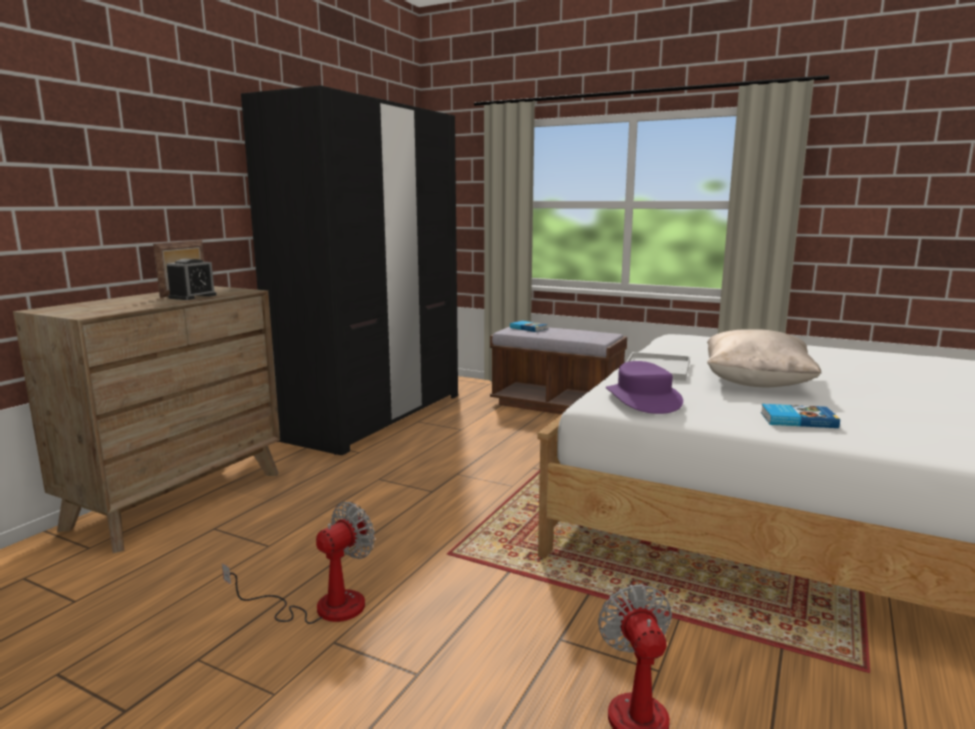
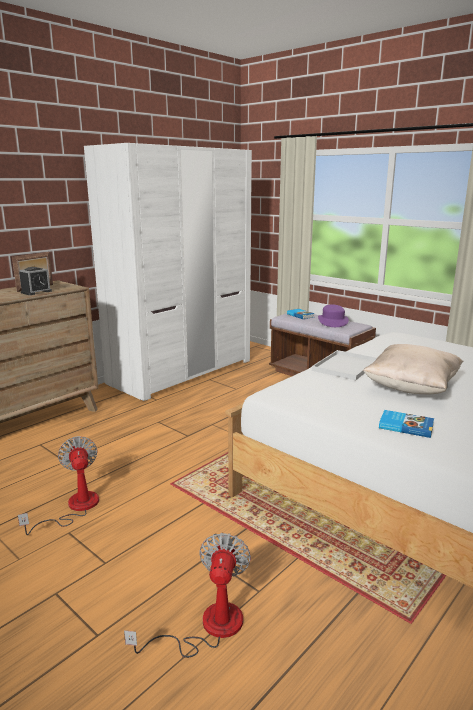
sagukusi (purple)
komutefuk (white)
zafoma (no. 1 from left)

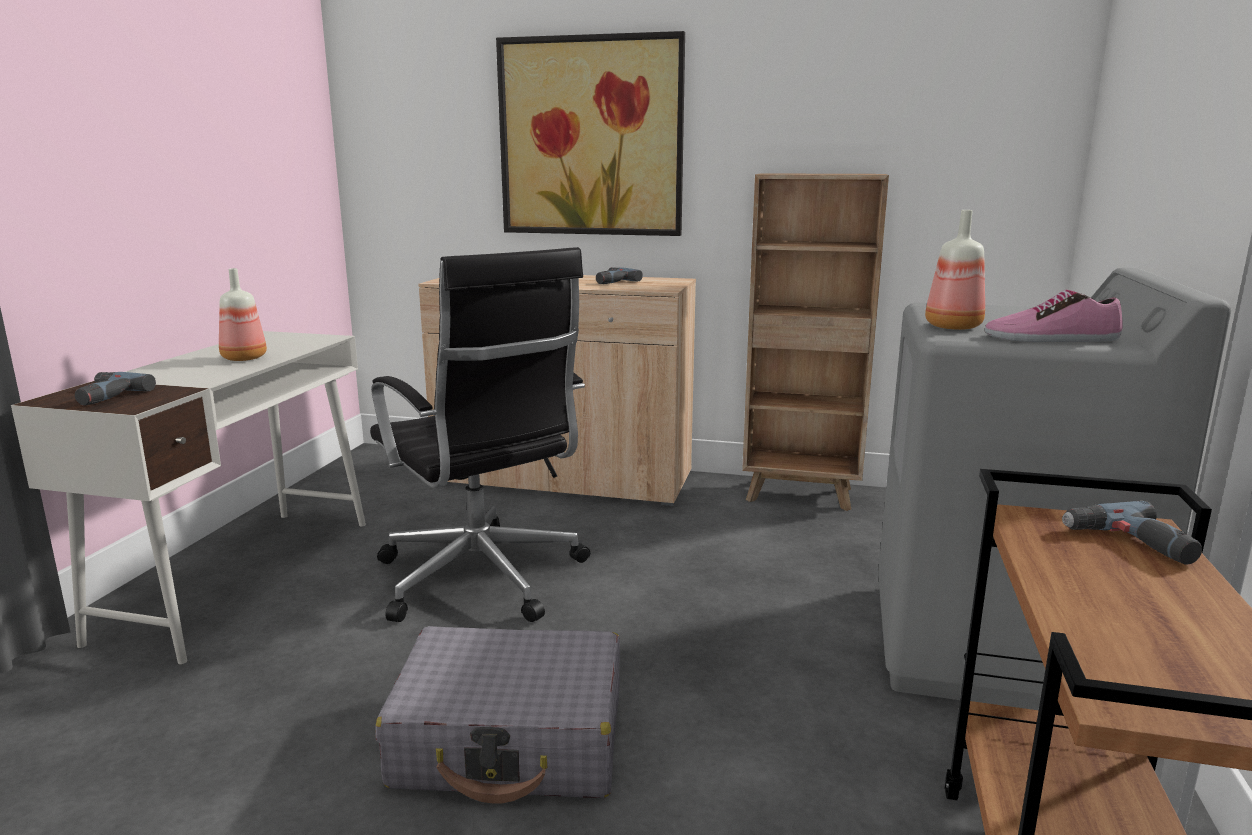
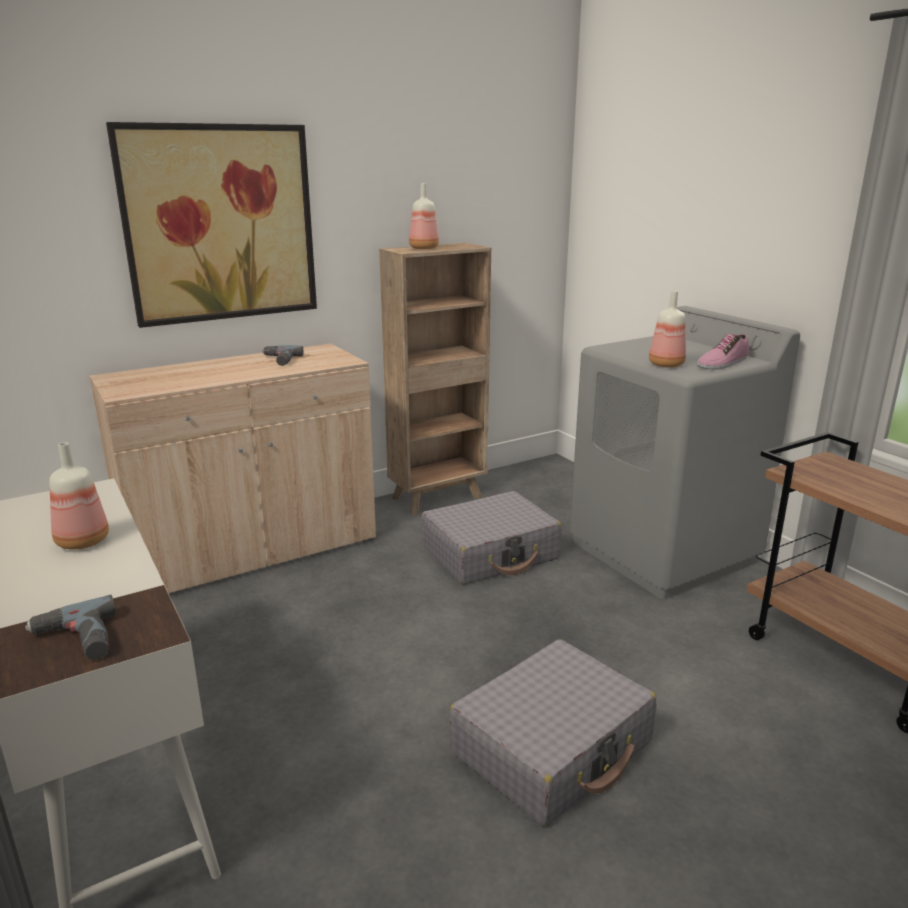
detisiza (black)
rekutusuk (no. 3 from left in the first image)
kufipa (no. 2 from left)
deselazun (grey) (no. 1 from left)

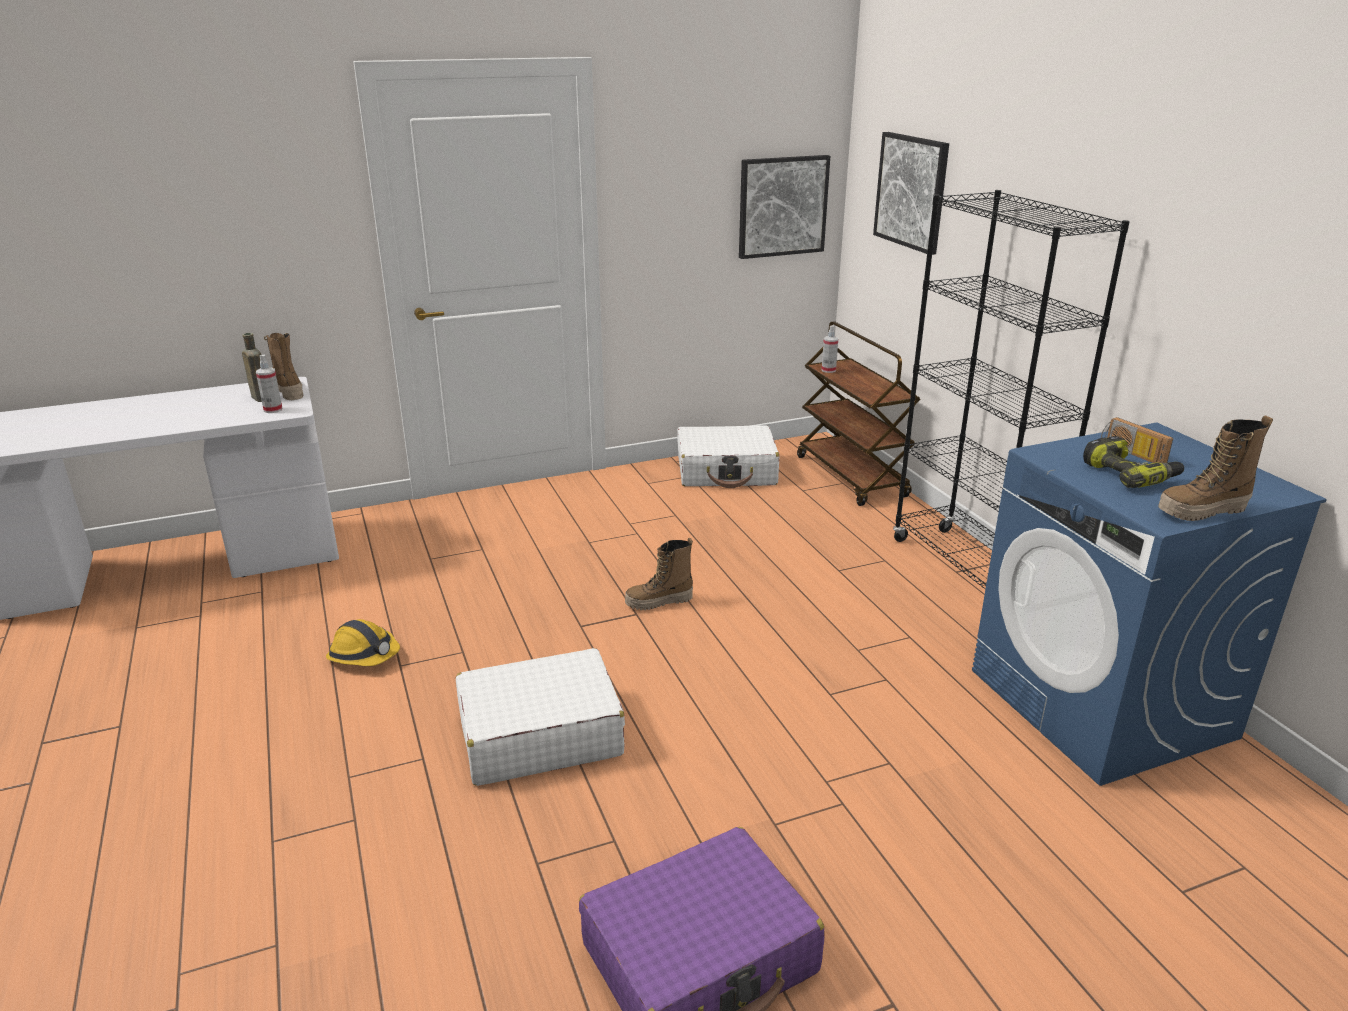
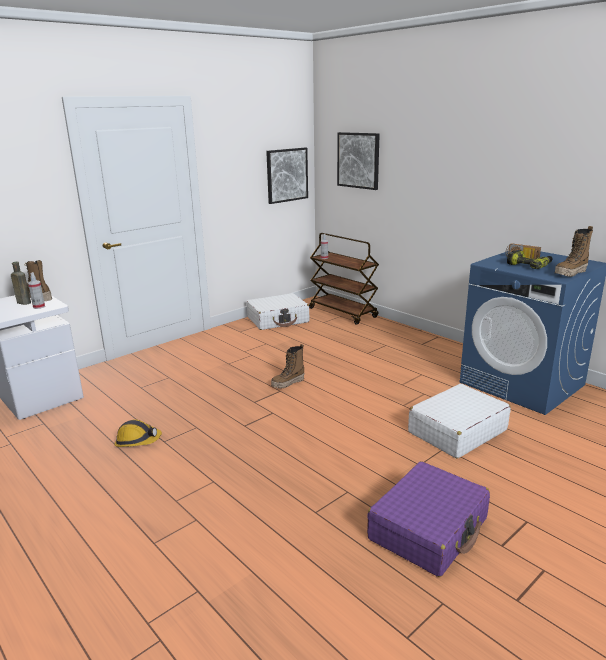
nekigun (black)
deselazun (white) (no. 2 from left)

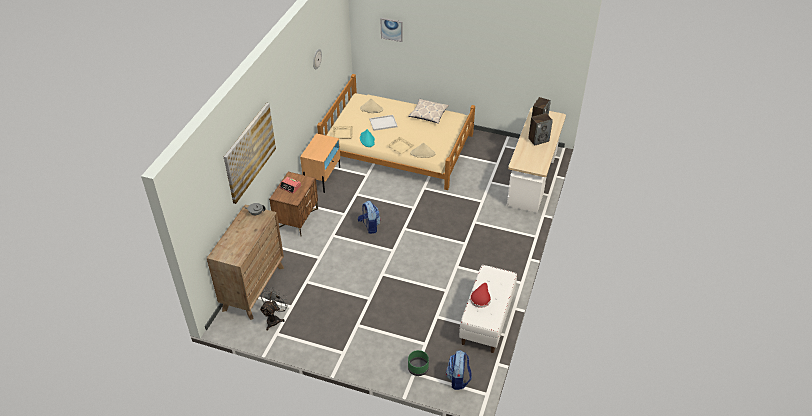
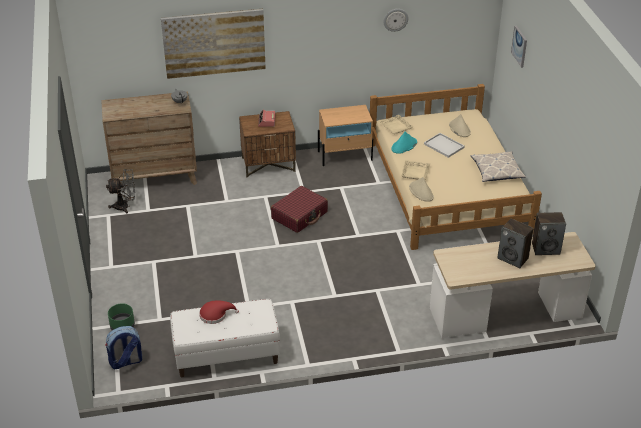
deselazun (red)

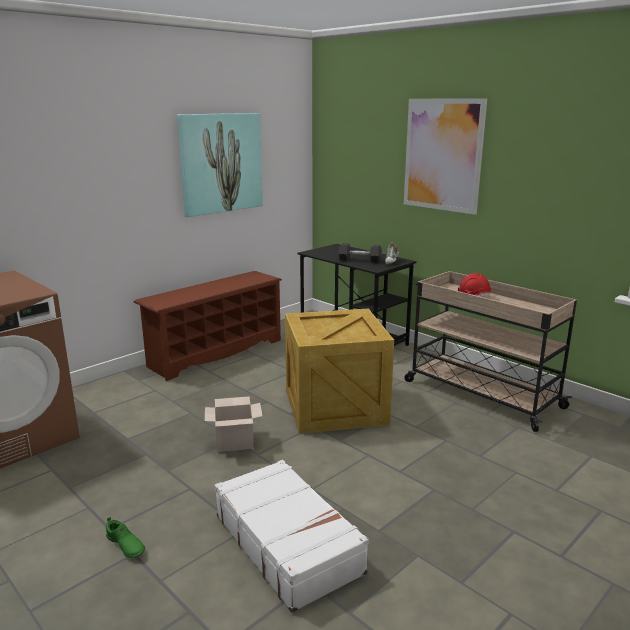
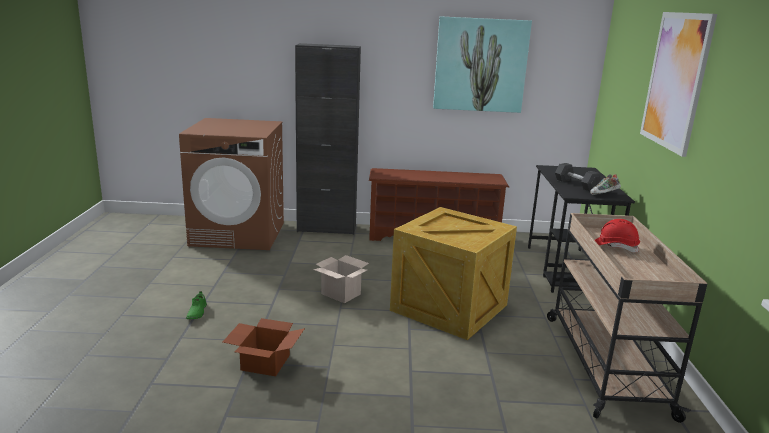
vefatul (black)
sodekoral (no. 1 from left)

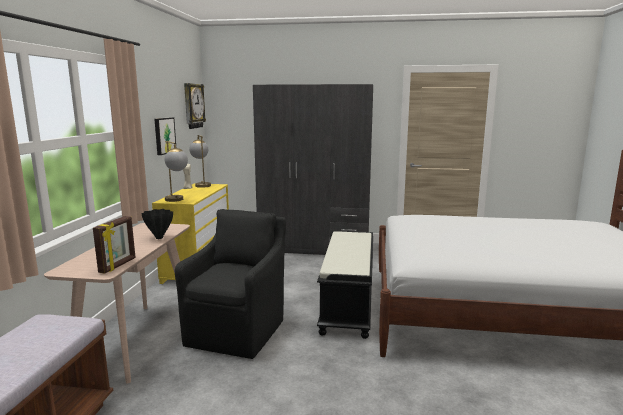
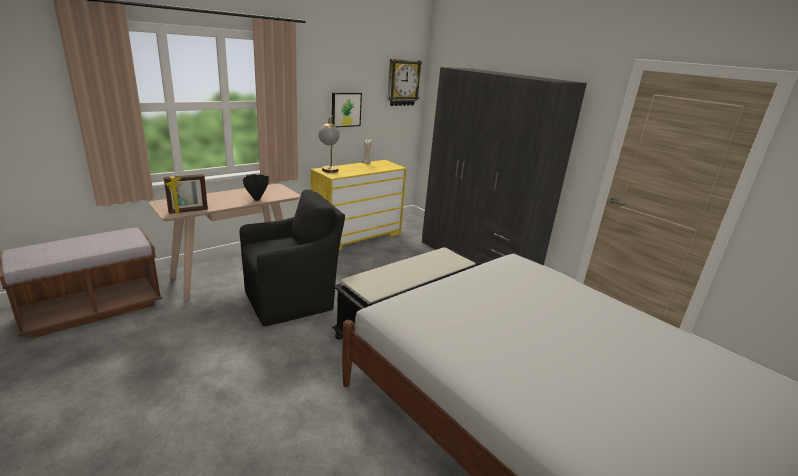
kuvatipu (no. 2 from left in the first image)

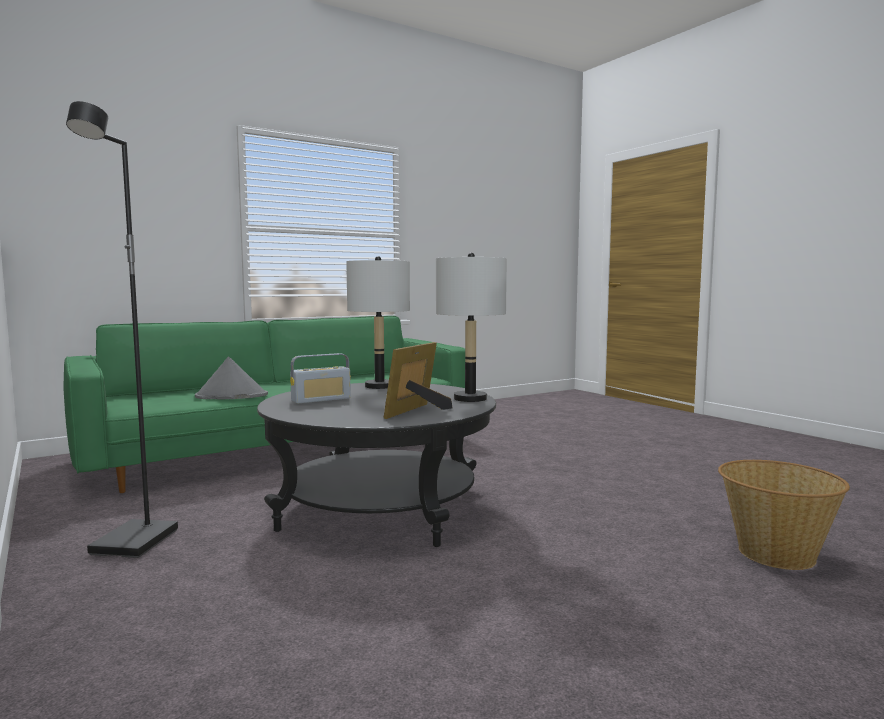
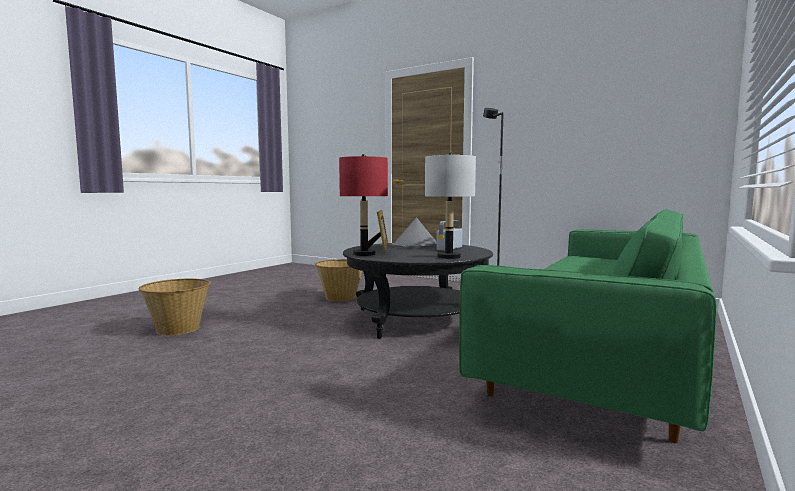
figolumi (no. 2 from left)
sagukusi (grey)
kuvatipu (red)

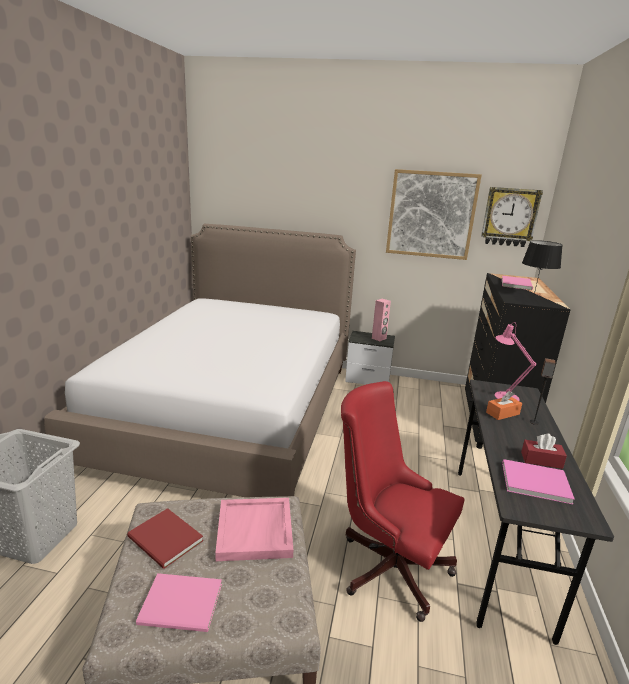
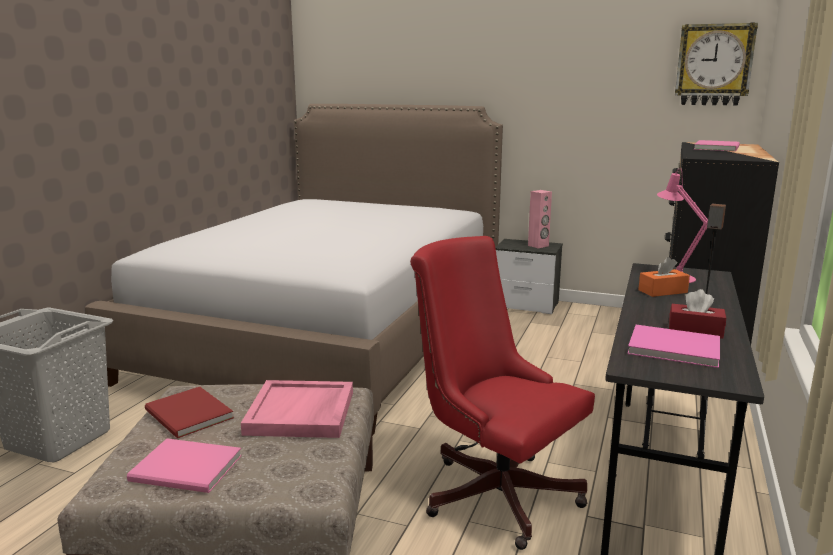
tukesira
kuvatipu (black)

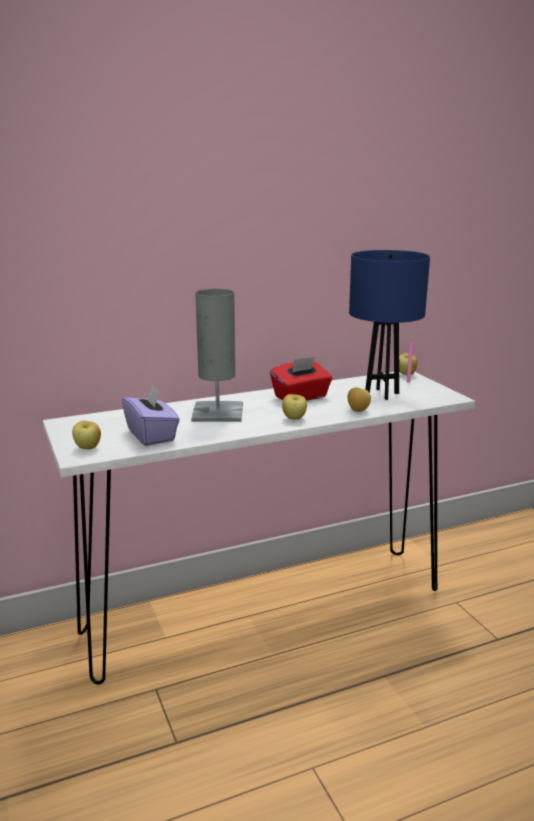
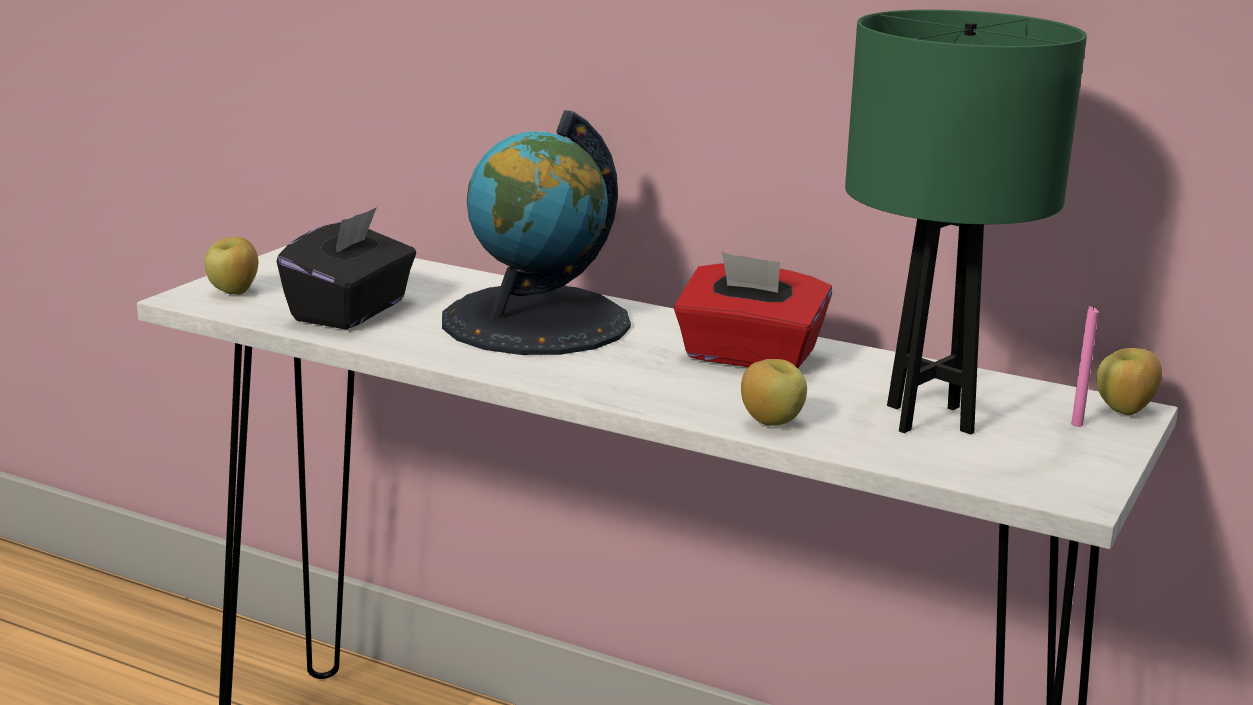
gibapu (no. 2 from left in the first image)
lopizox
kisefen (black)
kuvatipu (green)

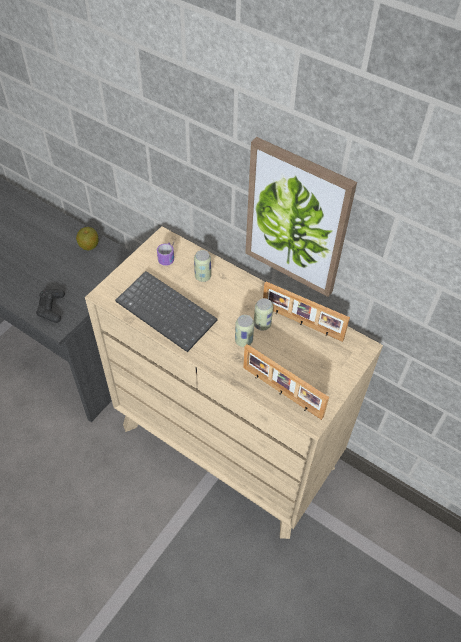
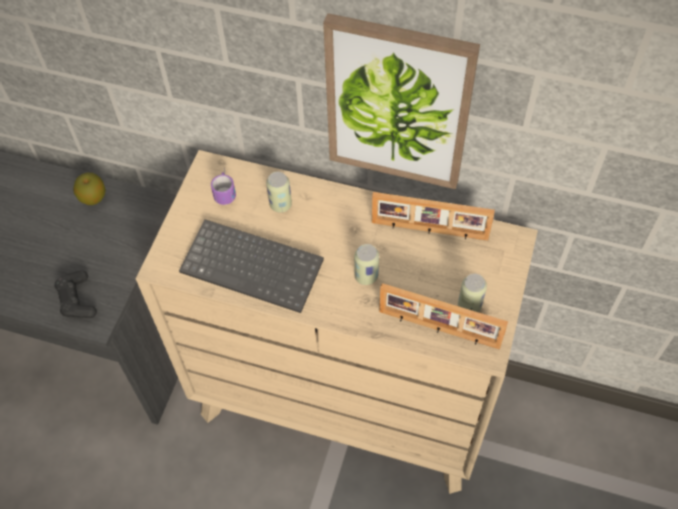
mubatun (no. 3 from left)

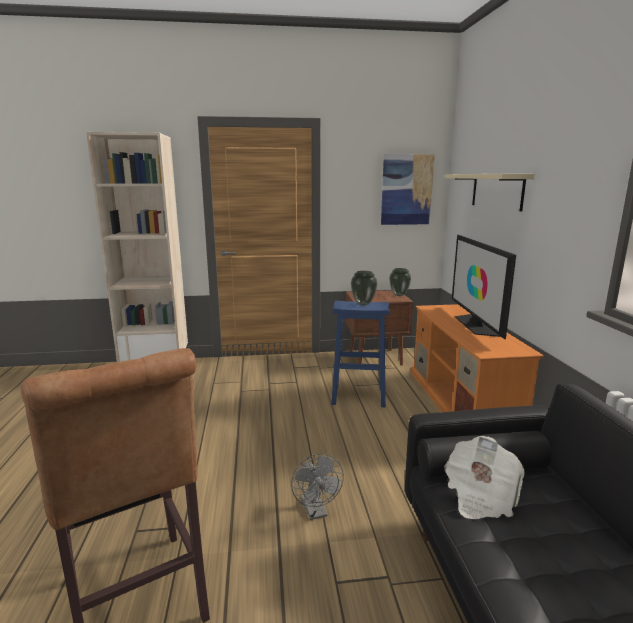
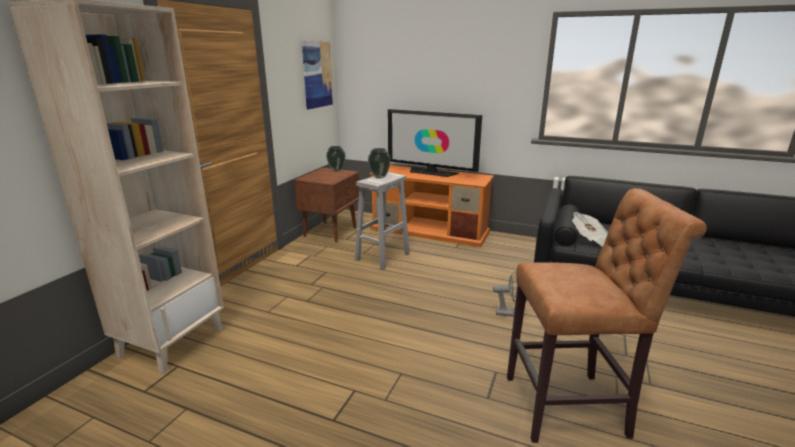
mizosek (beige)
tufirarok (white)

